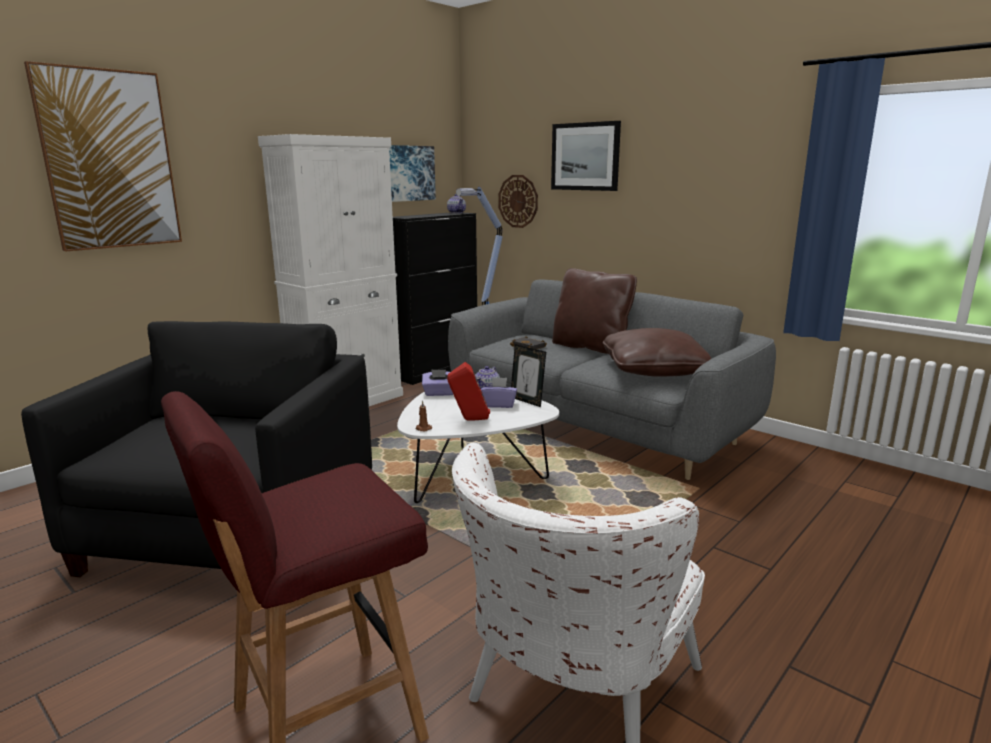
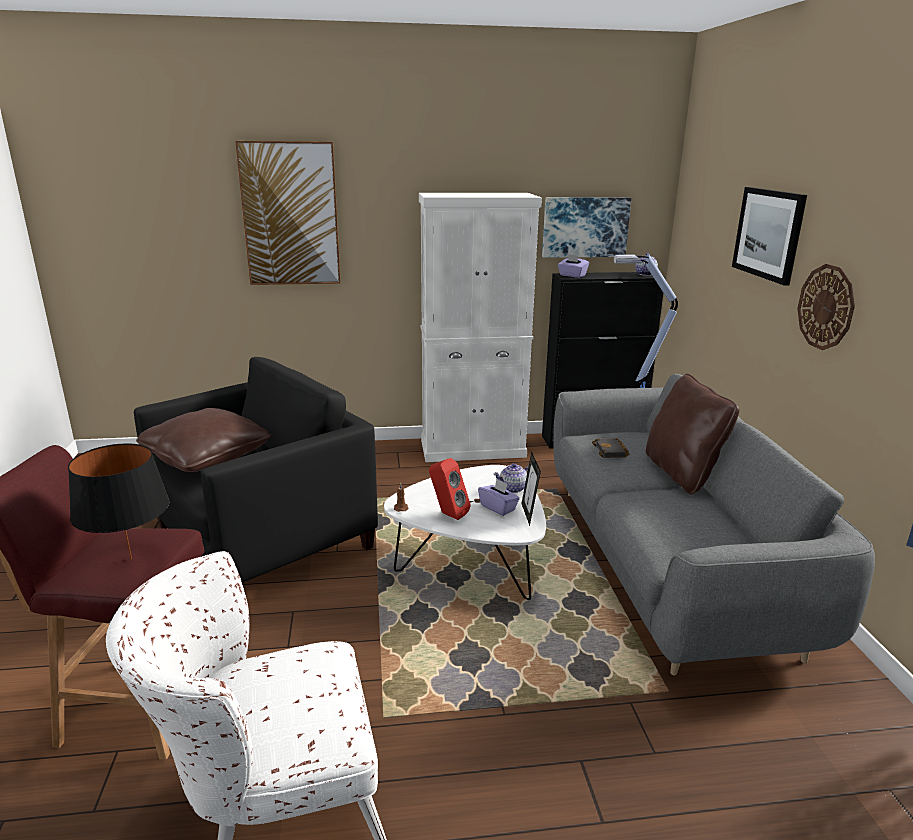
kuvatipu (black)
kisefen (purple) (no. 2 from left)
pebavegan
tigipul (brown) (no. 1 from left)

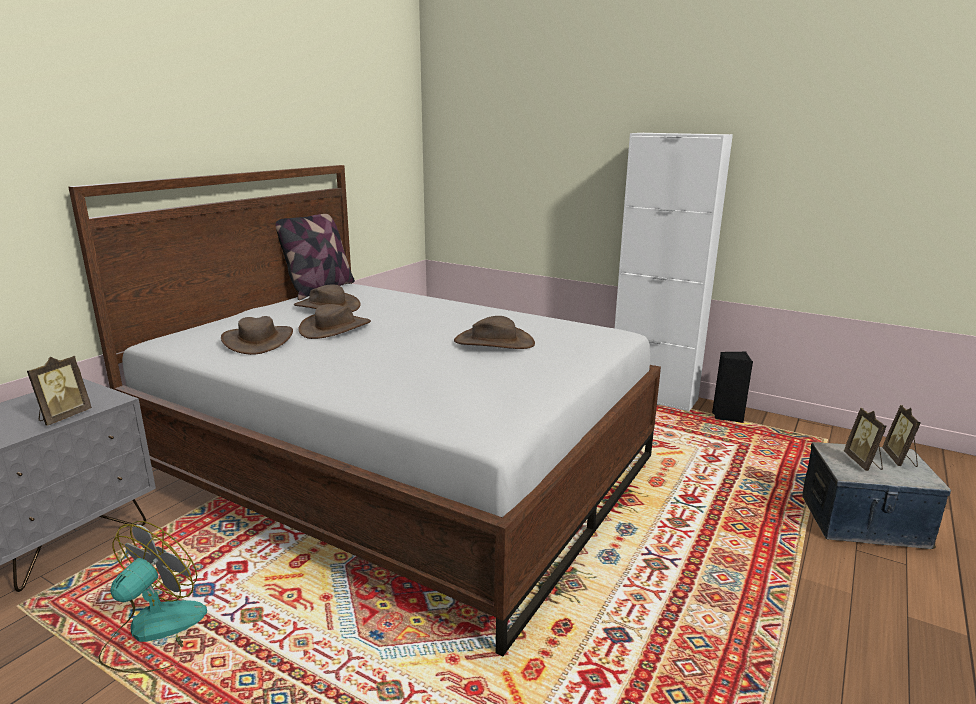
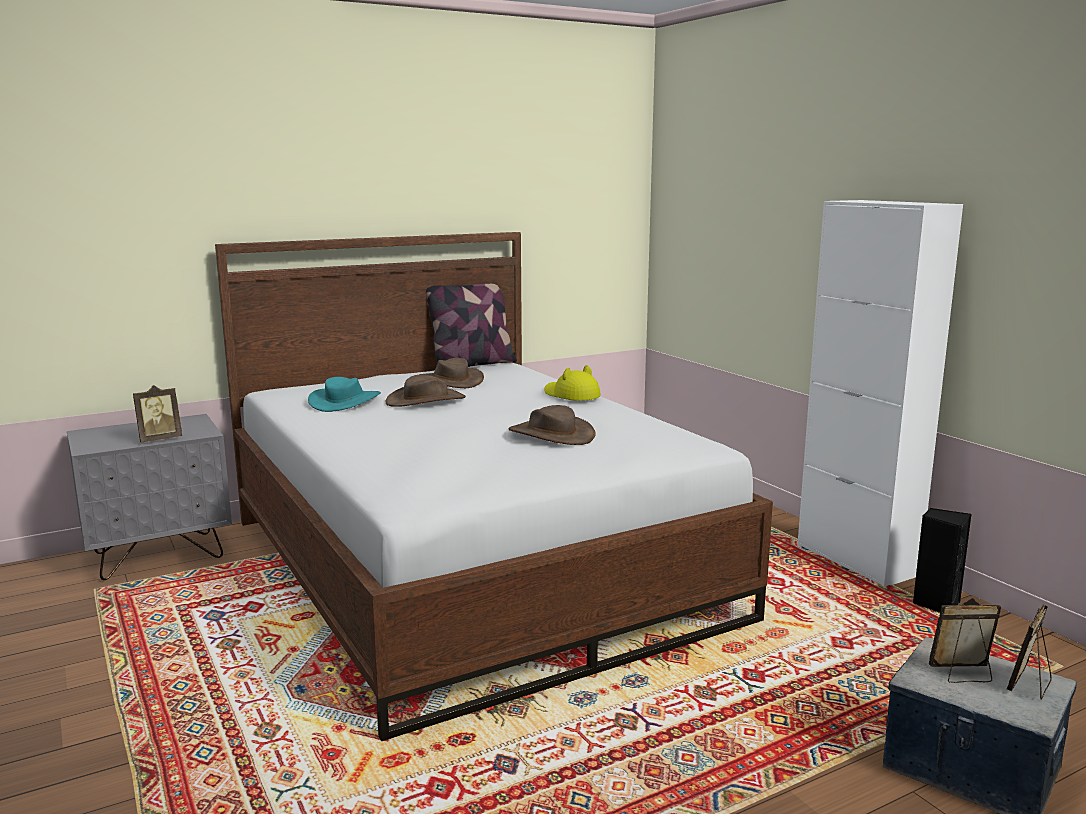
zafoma
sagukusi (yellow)
sagukusi (turquoise)
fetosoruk (no. 2 from left)

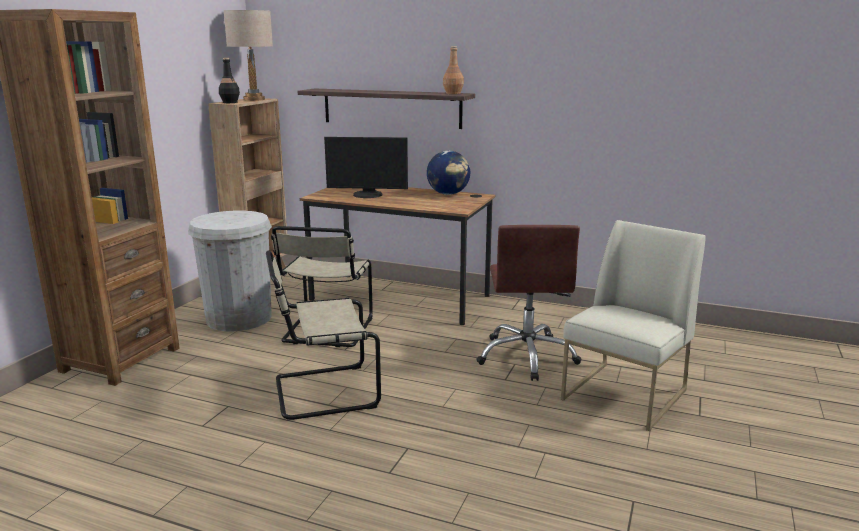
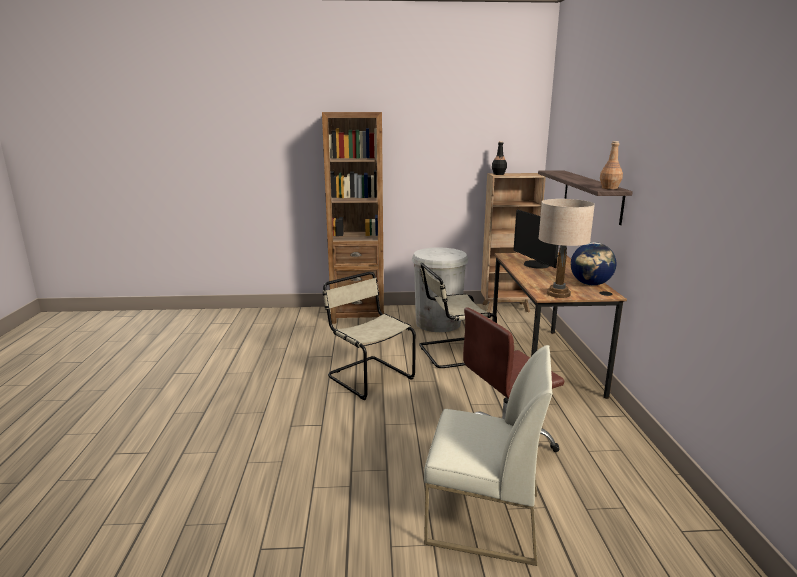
kuvatipu (beige)

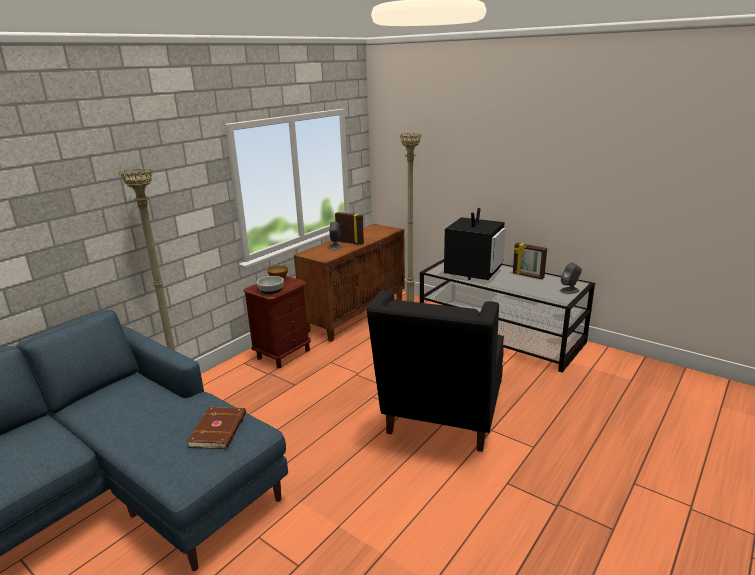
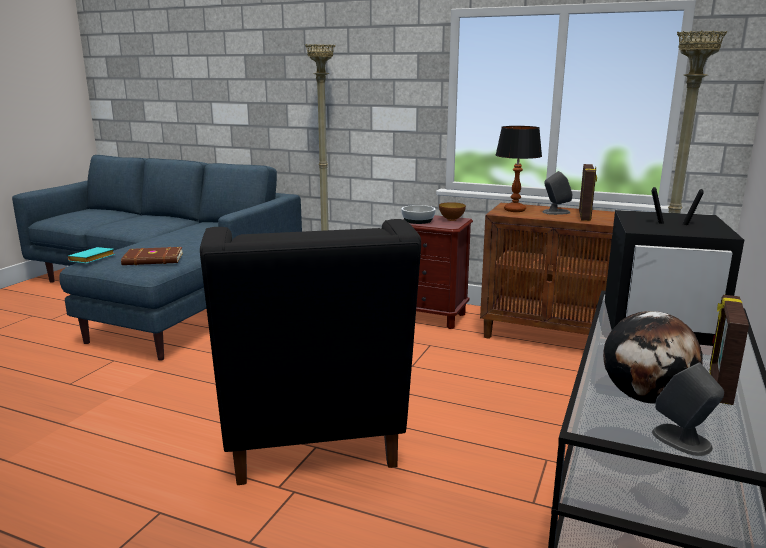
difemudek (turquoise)
kuvatipu
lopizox
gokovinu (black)

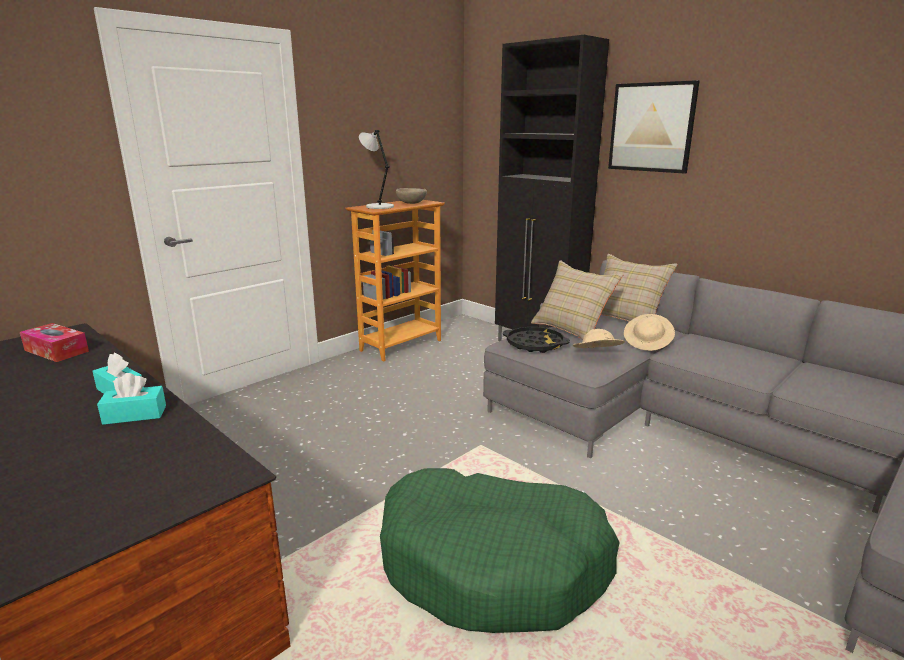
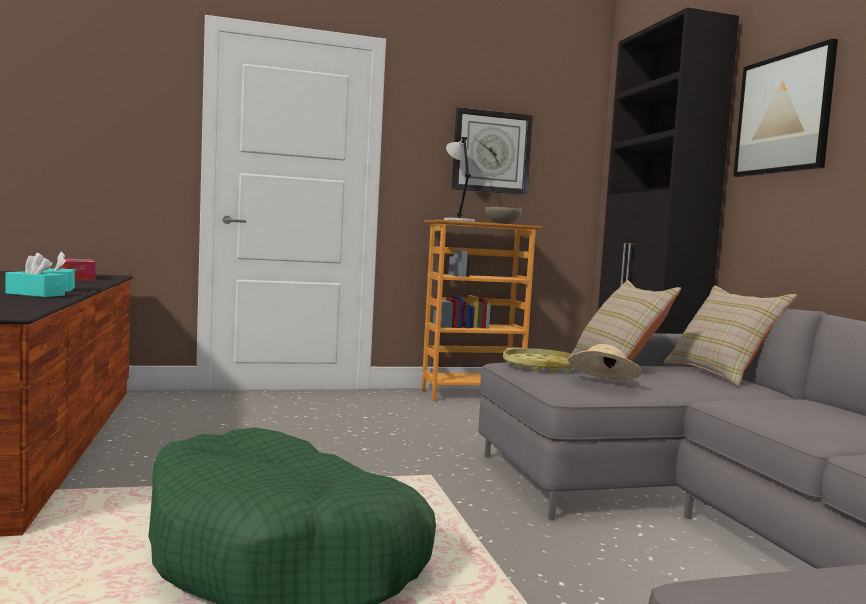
sagukusi (beige) (no. 2 from left in the first image)
pebavegan
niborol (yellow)

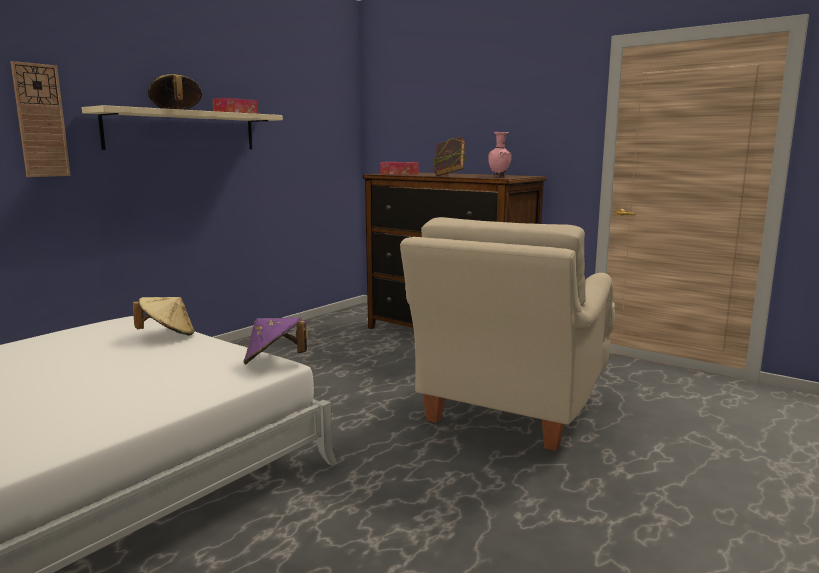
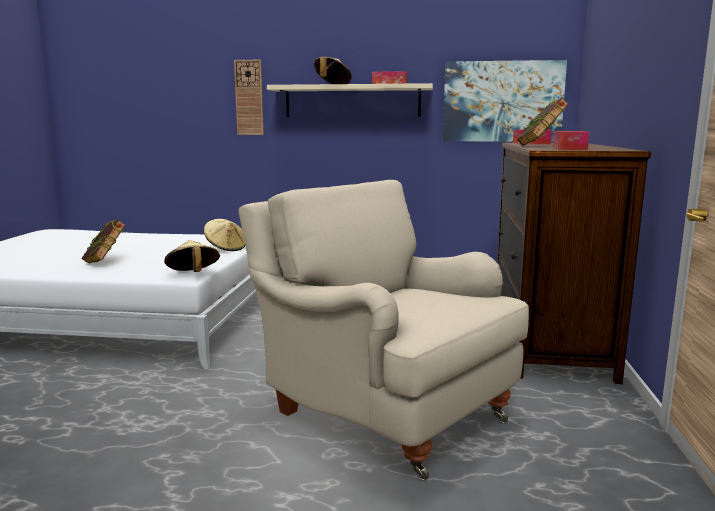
difemudek (no. 1 from left)
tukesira
kisefen (no. 3 from left)
sagukusi (beige) (no. 1 from left)
gokovinu (beige)

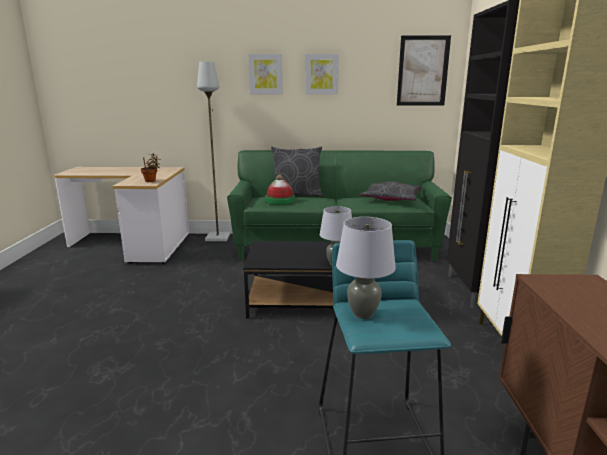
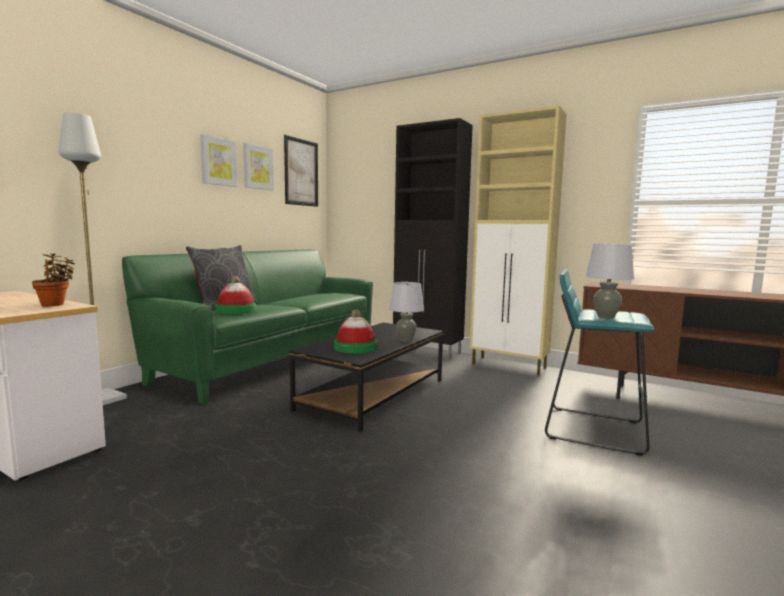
tigipul (grey) (no. 2 from left in the first image)
sagukusi (no. 2 from left)
tukesira (no. 2 from left)

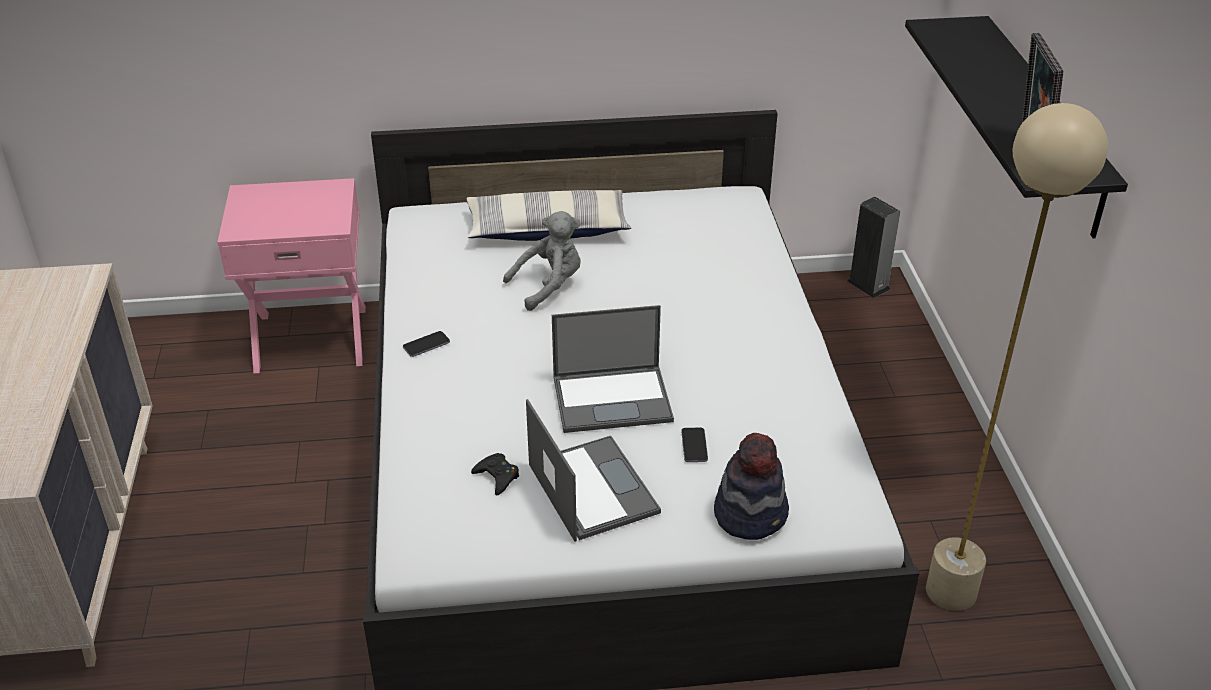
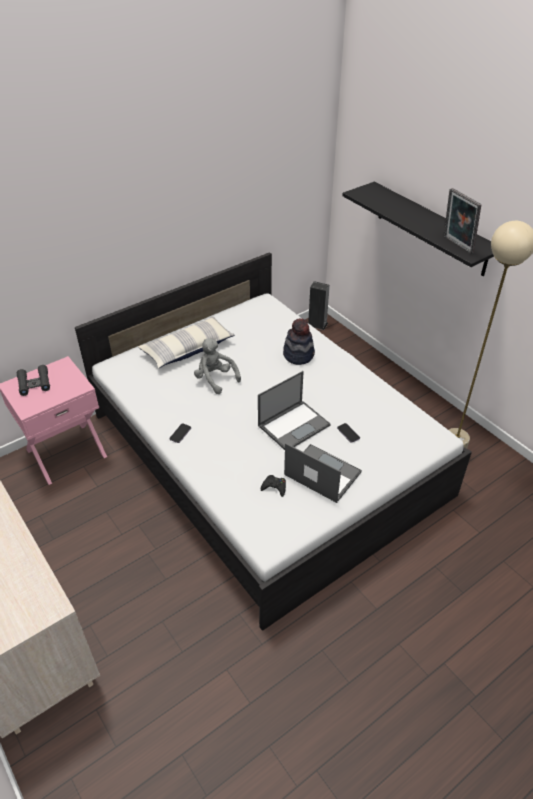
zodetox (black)
sagukusi
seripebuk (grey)

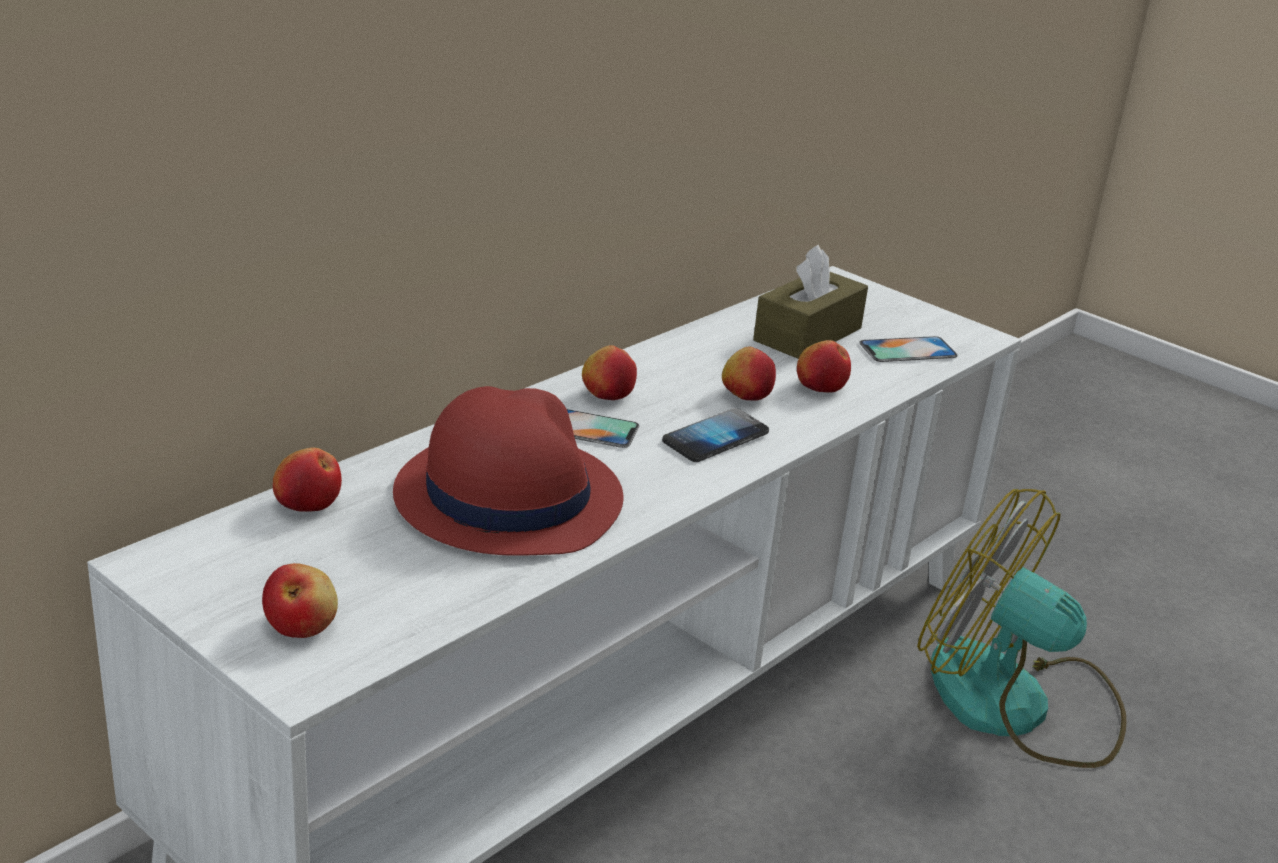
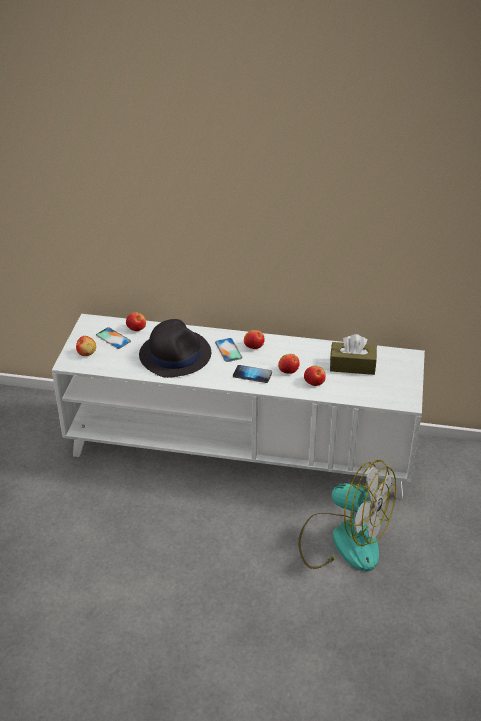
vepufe (no. 1 from left)
sagukusi (black)
zafoma

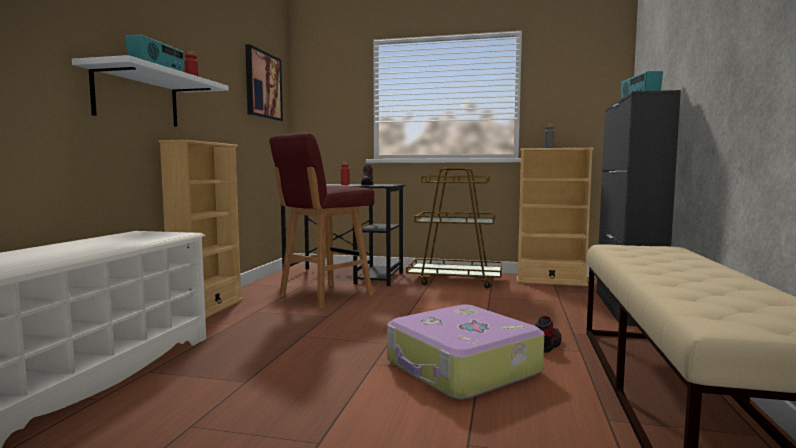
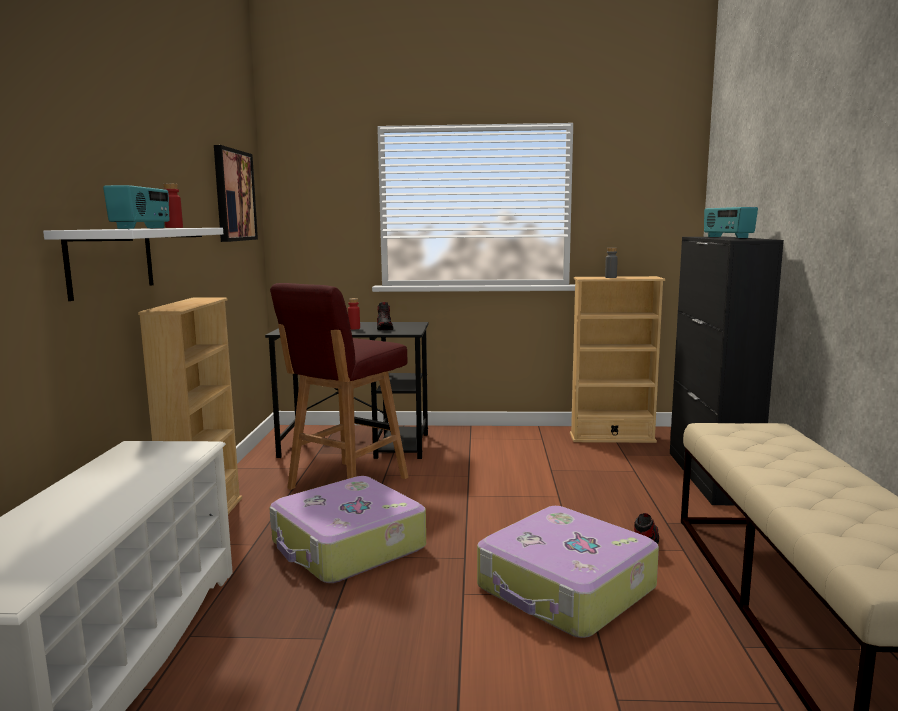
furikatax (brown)
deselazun (no. 1 from left)

